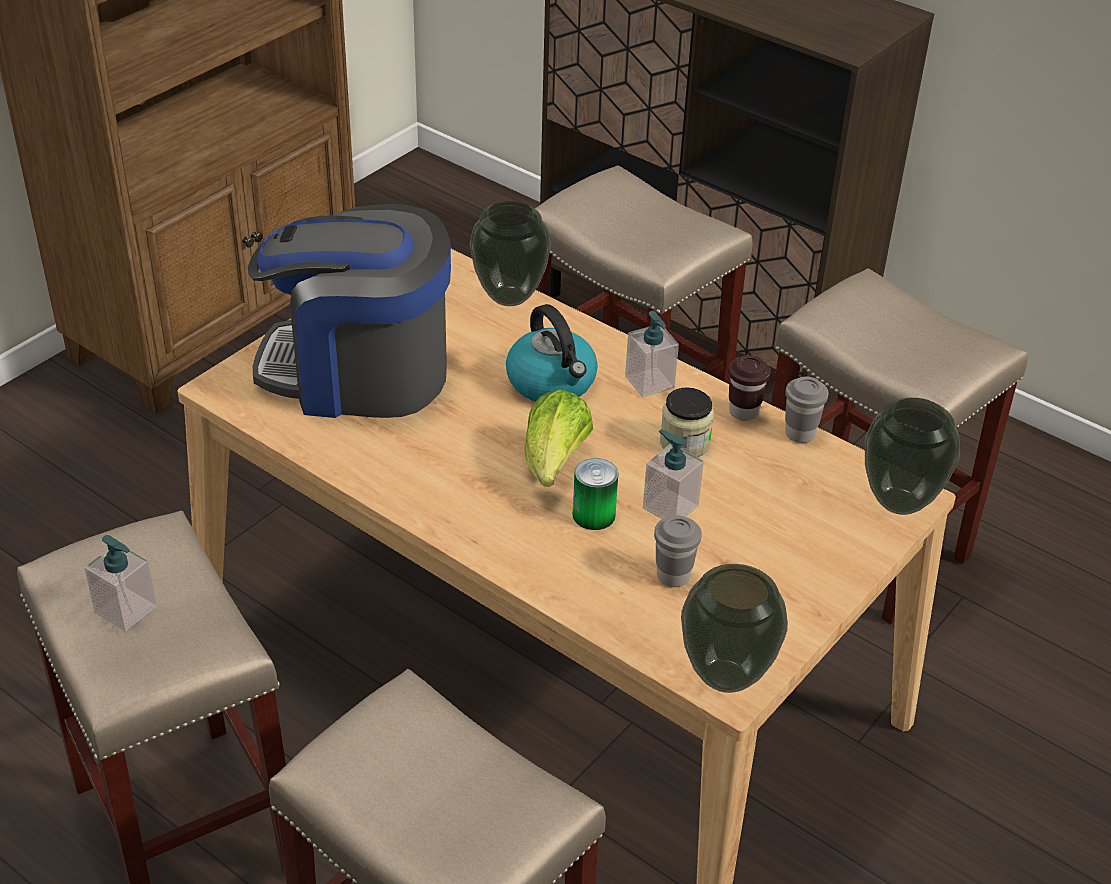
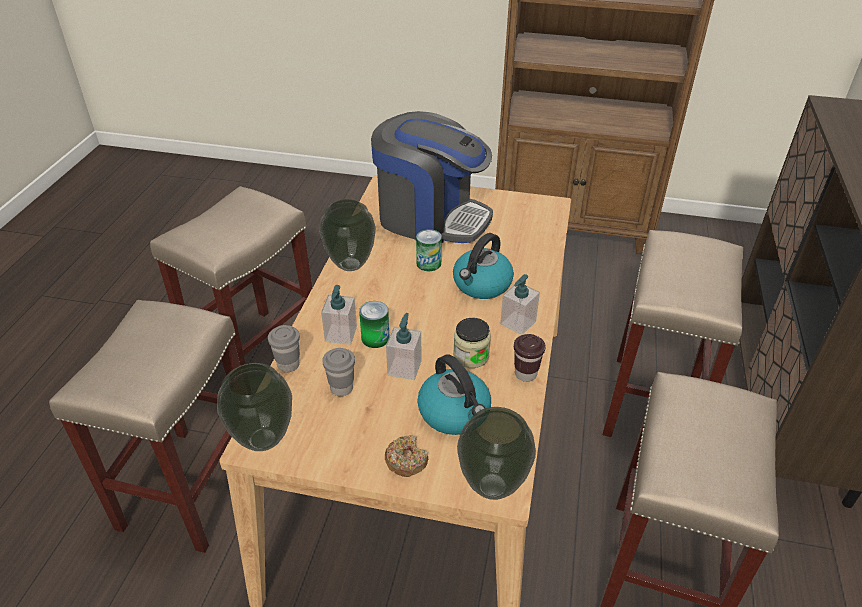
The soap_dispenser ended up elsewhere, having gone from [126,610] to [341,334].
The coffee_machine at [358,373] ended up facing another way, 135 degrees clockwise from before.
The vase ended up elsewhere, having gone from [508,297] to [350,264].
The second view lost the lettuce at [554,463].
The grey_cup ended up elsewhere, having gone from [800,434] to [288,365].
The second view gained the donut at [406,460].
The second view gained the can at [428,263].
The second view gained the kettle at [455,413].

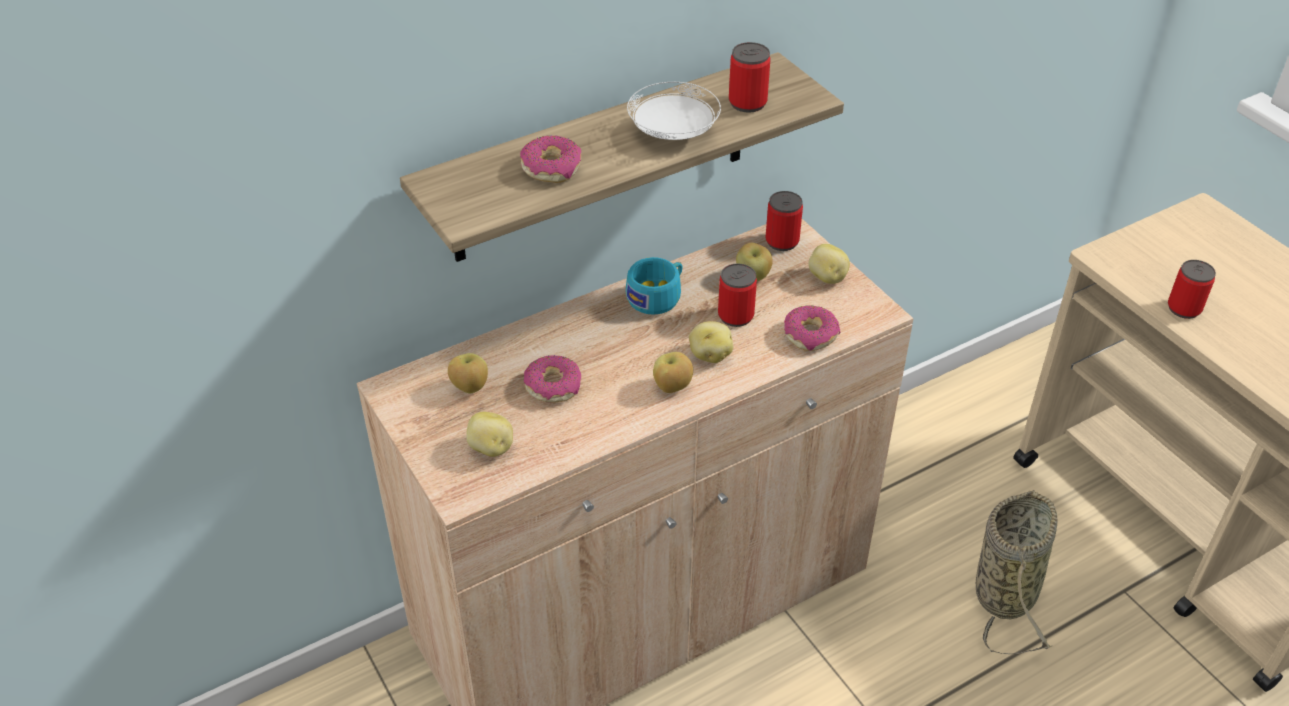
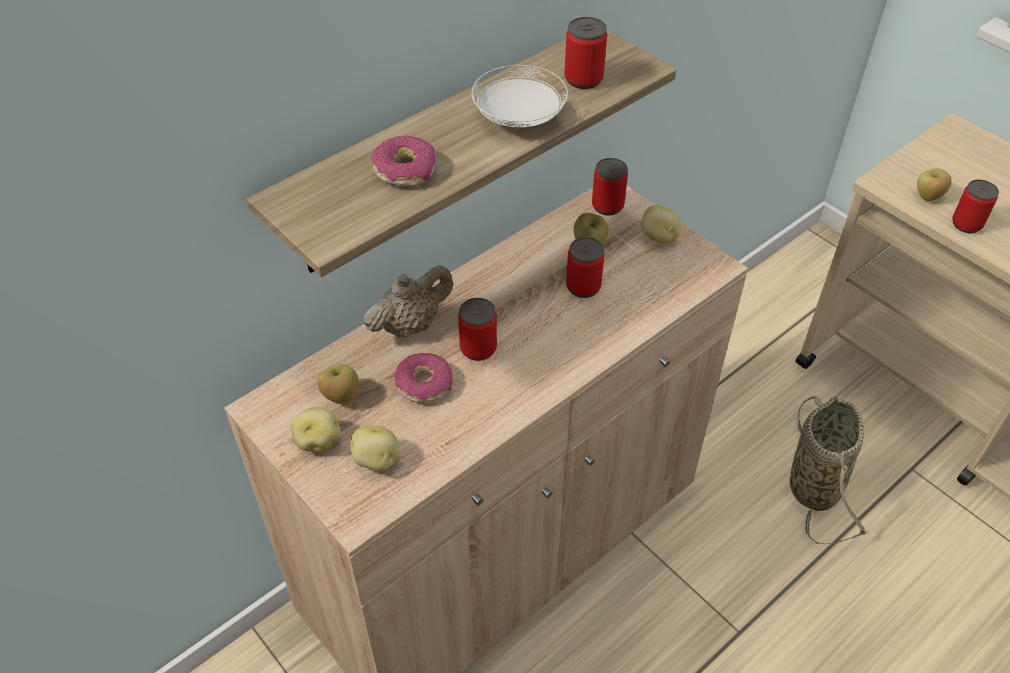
The second view lost the turquoise_cup at [658,296].
The apple ended up elsewhere, having gone from [672,387] to [928,197].
The potato ended up elsewhere, having gone from [710,354] to [318,440].
The second view lost the donut at [810,335].
The second view gained the beige_teapot at [410,325].
The second view gained the can at [478,348].

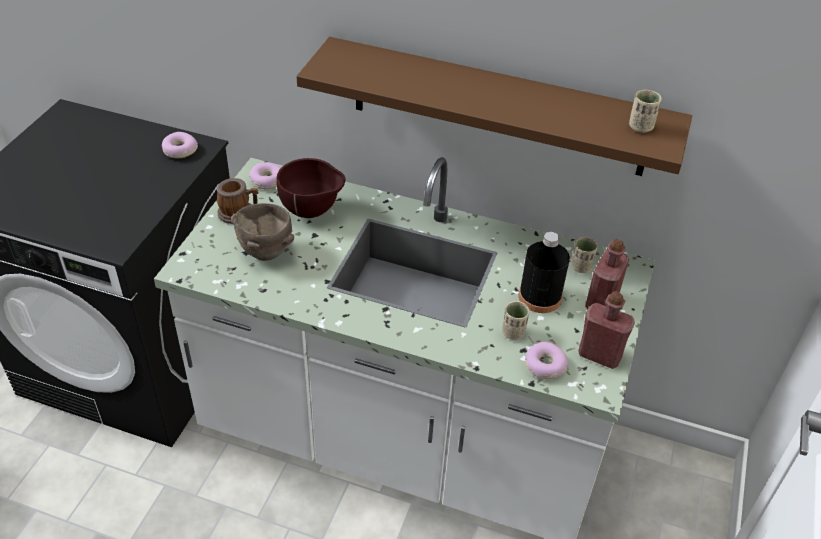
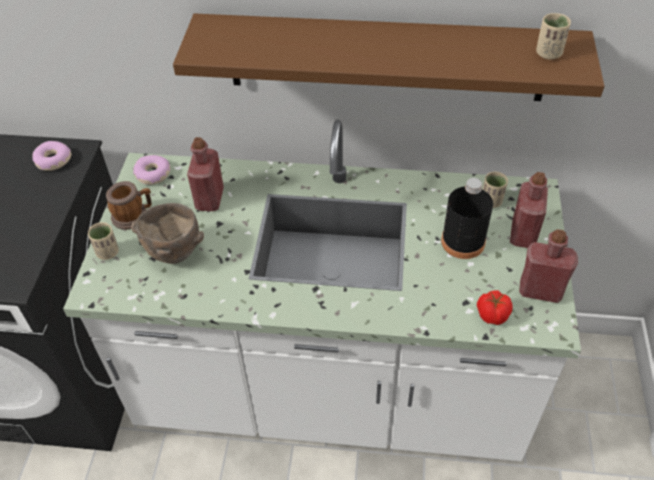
Where the brown_bowl stood at [312,212], the red_bottle came to stand at [210,199].
The beige_cup ended up elsewhere, having gone from [513,333] to [108,252].
Where the donut stood at [544,366], the tomato came to stand at [491,314].

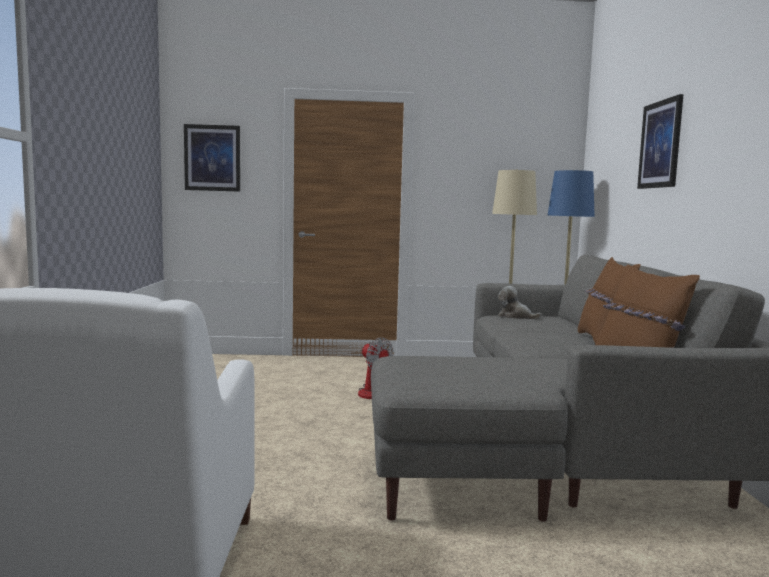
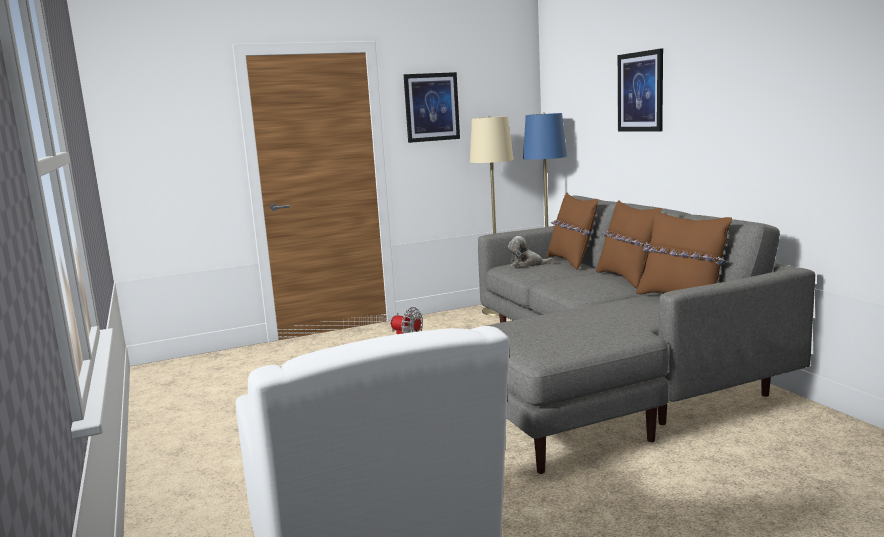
The picture ended up elsewhere, having gone from [212,158] to [431,107].
The second view gained the brown_pillow at [572,262].

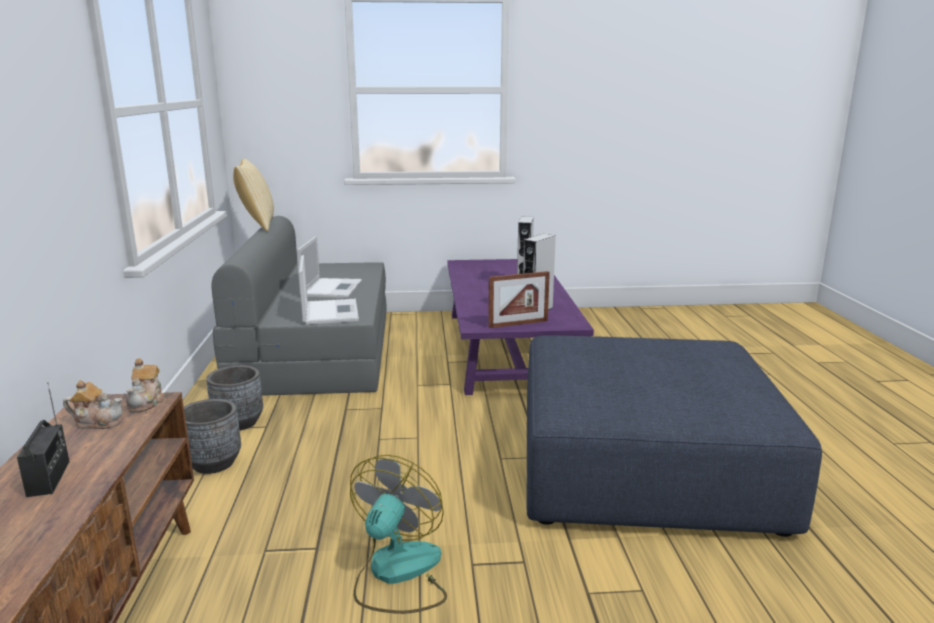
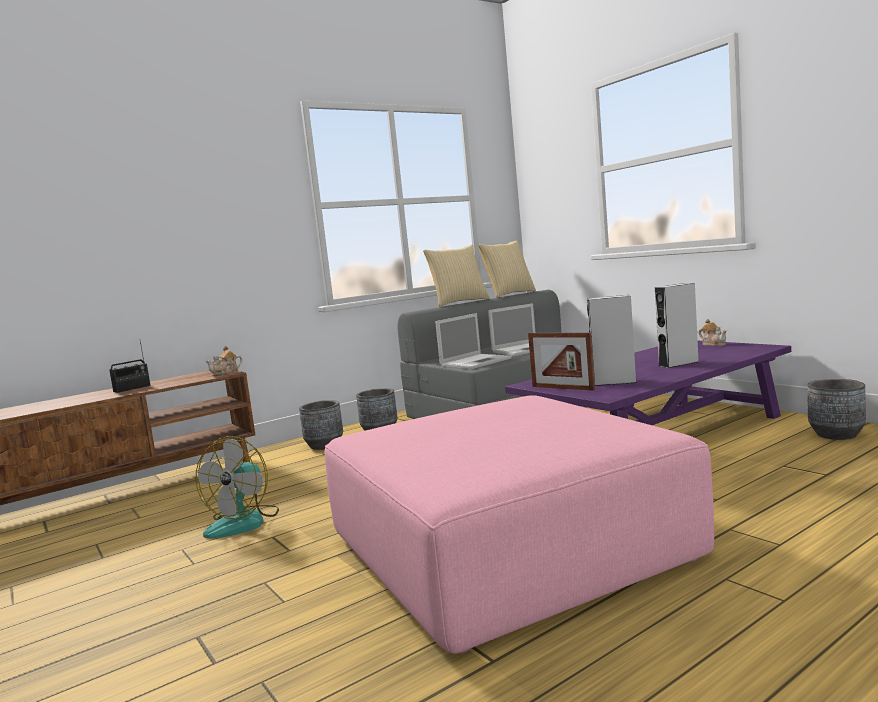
The teapot ended up elsewhere, having gone from [98,422] to [714,344].
The fan at [397,574] ended up facing another way, 120 degrees clockwise from before.
What was the blue_ottoman at [643,466] turned into the pink_ottoman at [504,548].
The second view gained the pillow at [459,302].
The second view gained the grey_planter at [836,434].

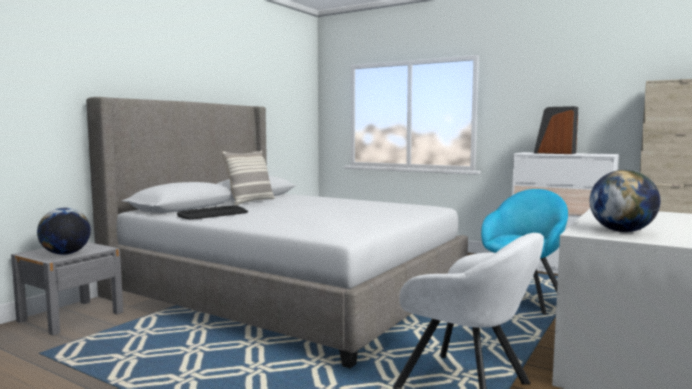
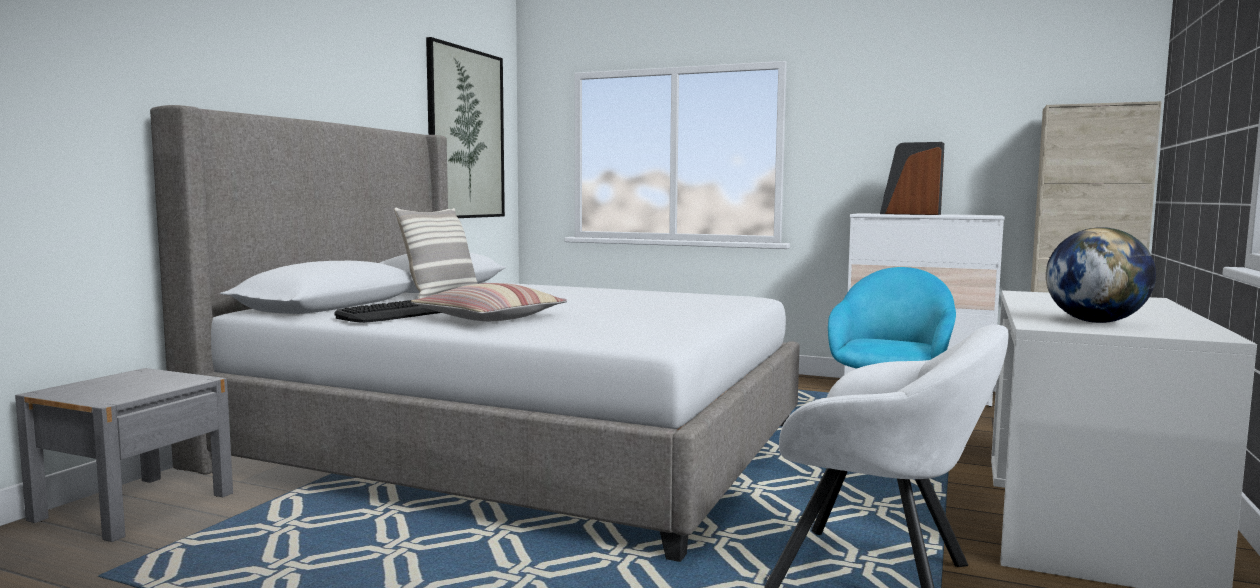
The second view lost the globe at [65,254].
The second view gained the pillow at [489,318].
The second view gained the picture at [466,134].

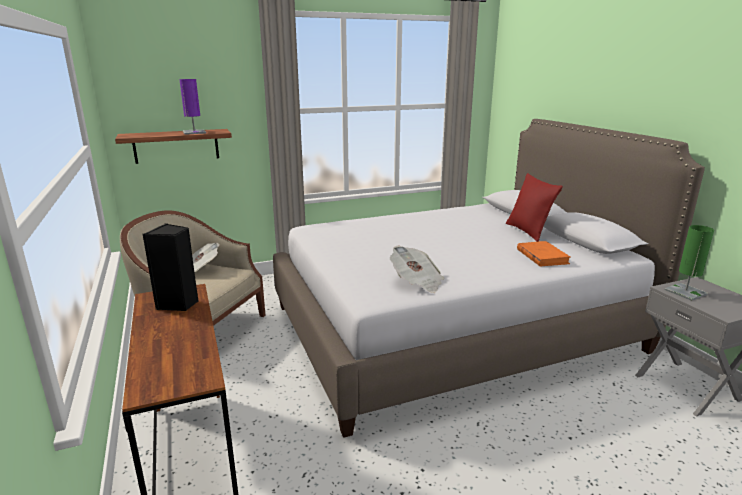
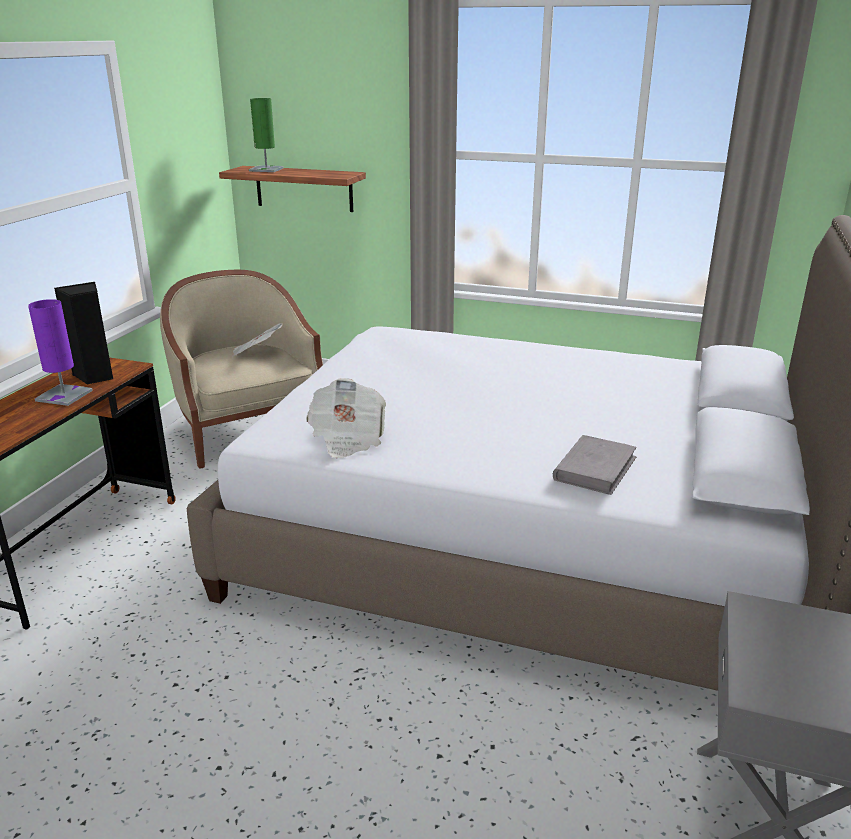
The purple_table_lamp ended up elsewhere, having gone from [194,132] to [64,396].
The second view lost the red_pillow at [528,232].
What was the orange_book at [542,256] turned into the grey_book at [595,468].
The green_table_lamp ended up elsewhere, having gone from [685,292] to [266,169].

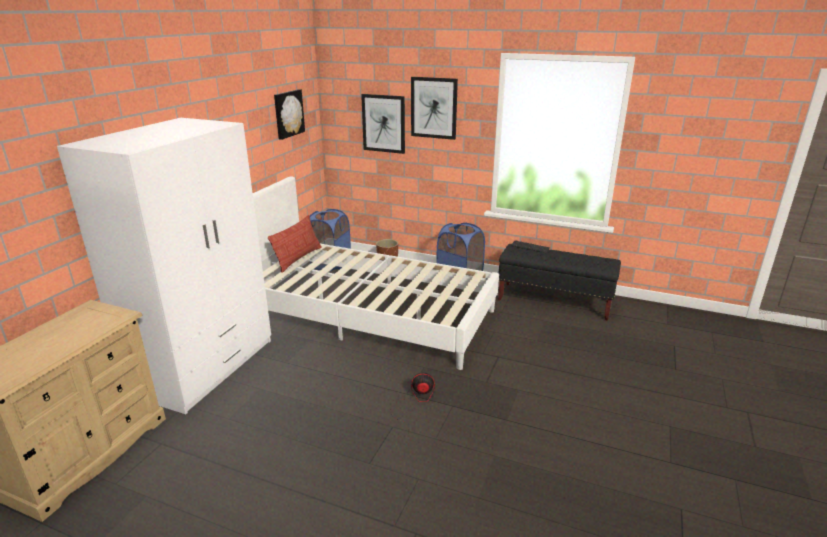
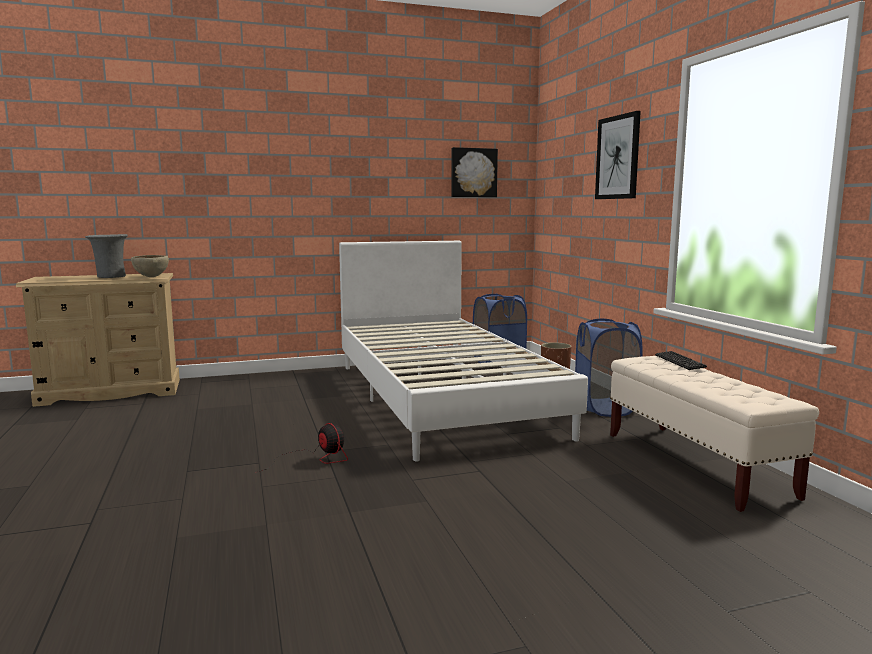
The second view lost the white_wardrobe at [205,366].
The second view lost the pillow at [298,258].
The second view lost the picture at [383,123].
What was the black_bench at [554,301] turned into the beige_bench at [695,464].
The second view gained the grey_vase at [110,277].
The second view gained the brown_bowl at [151,277].

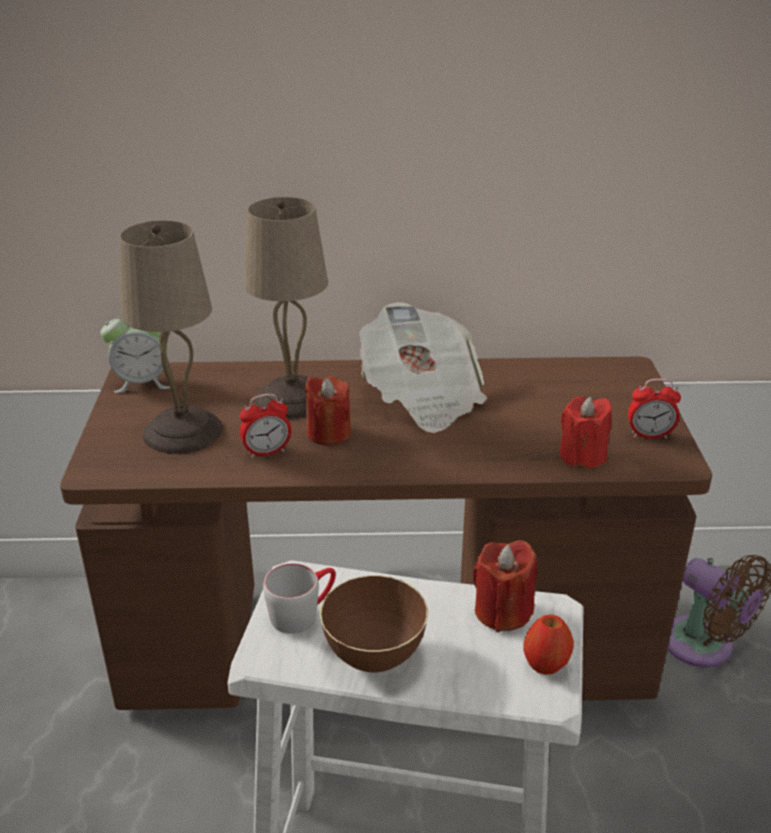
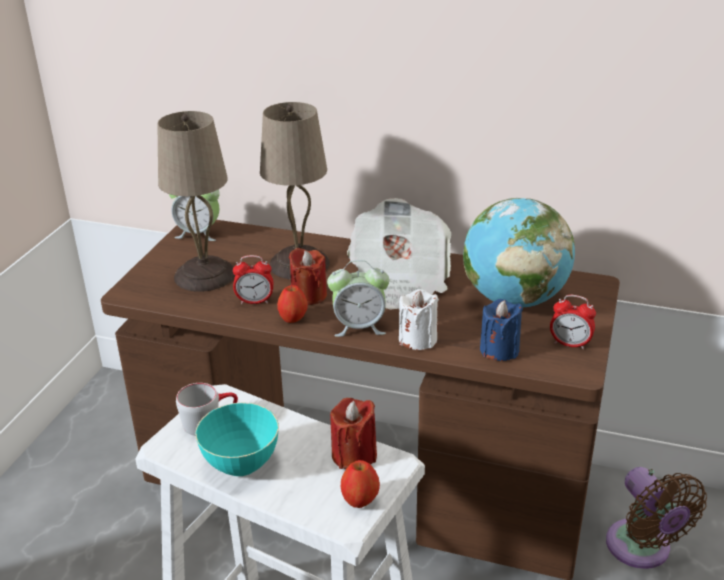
What was the brown_bowl at [374,654] turned into the turquoise_bowl at [241,463].
What was the red_candle at [582,456] turned into the blue_candle at [499,350].
The second view gained the apple at [293,319].
The second view gained the alarm_clock at [359,327].
The second view gained the white_candle at [417,339].
The second view gained the globe at [514,299].

